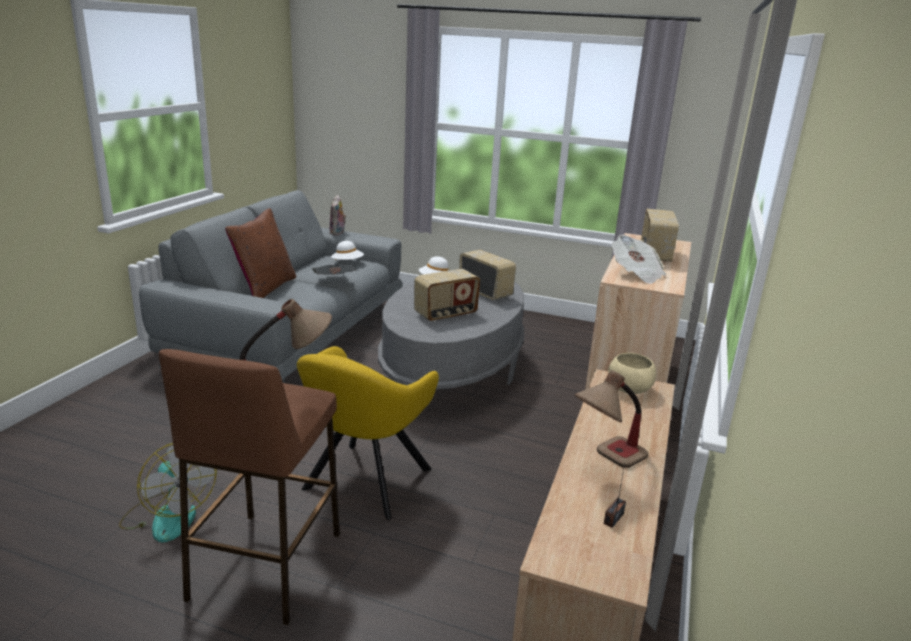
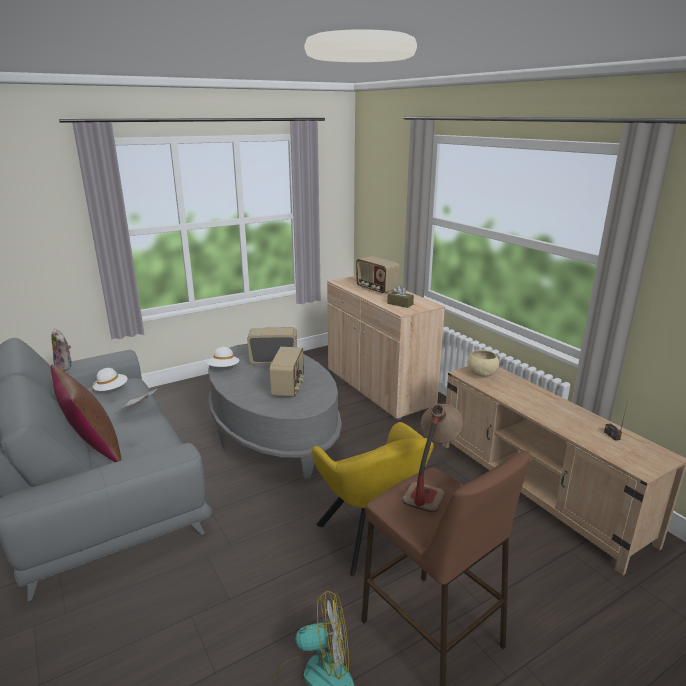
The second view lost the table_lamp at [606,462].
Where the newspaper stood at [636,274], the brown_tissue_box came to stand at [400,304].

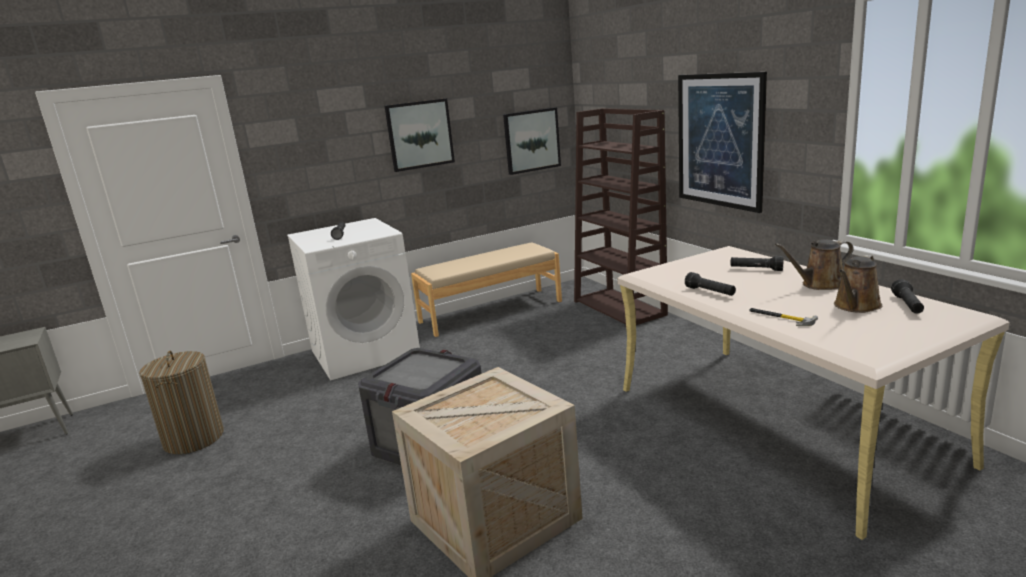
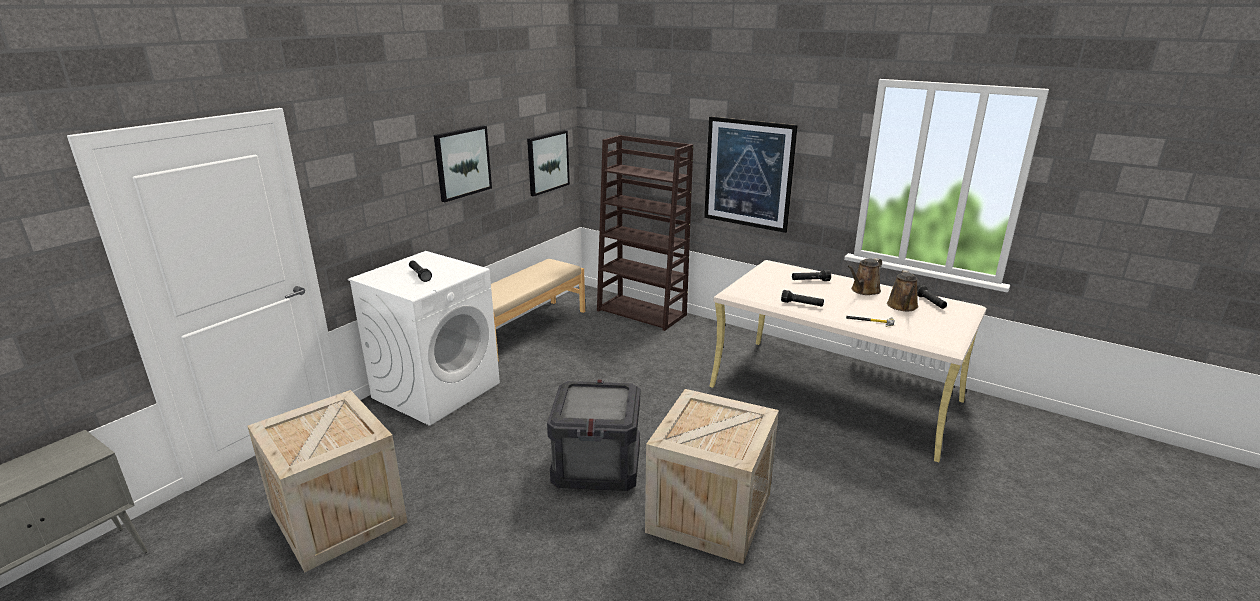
Where the laundry_basket stood at [194,438], the crate came to stand at [336,516].

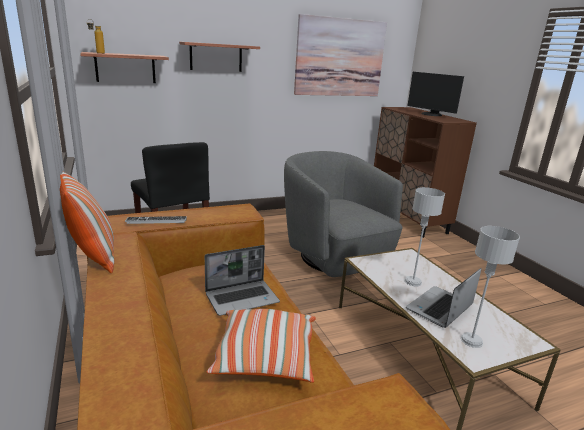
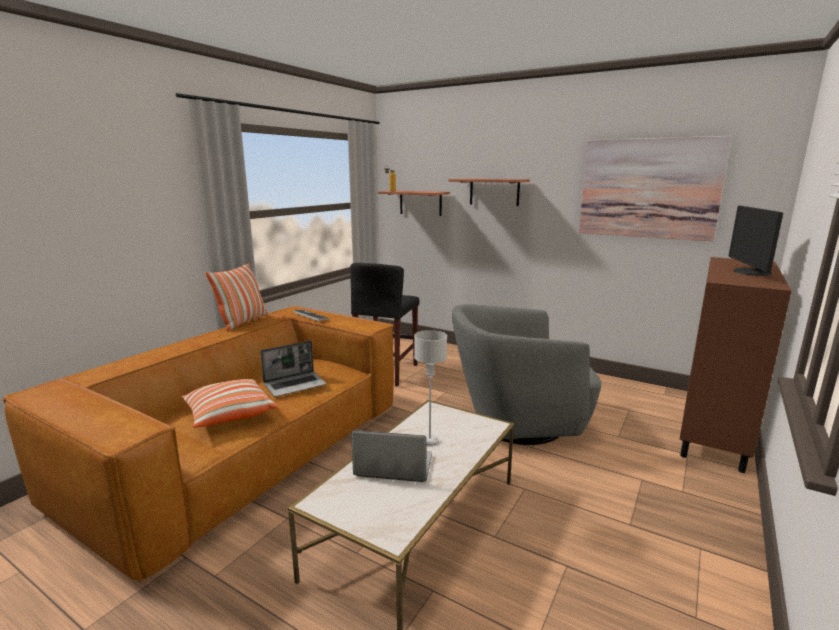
The laptop at [242,298] ended up facing another way, 60 degrees counterclockwise from before.
The grey_armchair at [335,256] ended up facing another way, 120 degrees counterclockwise from before.
The second view lost the grey_table_lamp at [472,341].

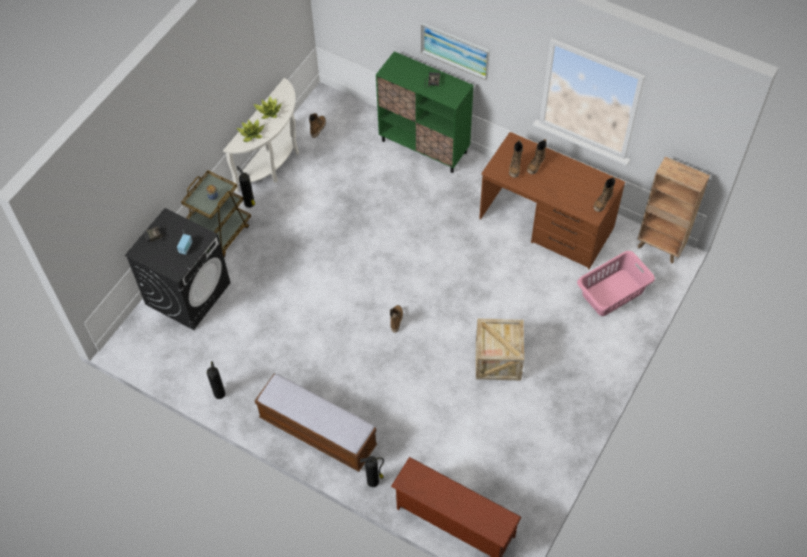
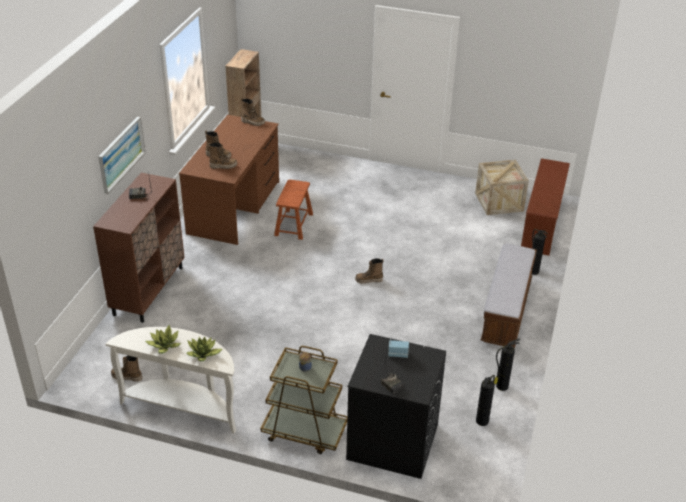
The fire_extinguisher ended up elsewhere, having gone from [250,204] to [482,420].
What was the green_cabinet at [424,146] turned into the brown_cabinet at [148,290].
The crate ended up elsewhere, having gone from [498,359] to [499,202].
The second view lost the pink_laundry_basket at [613,293].
The second view gained the brown_stool at [294,224].

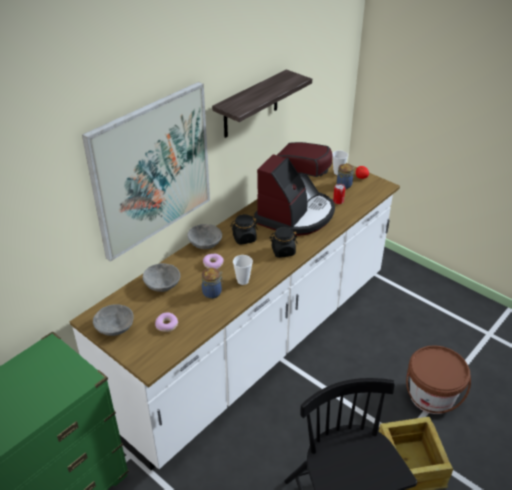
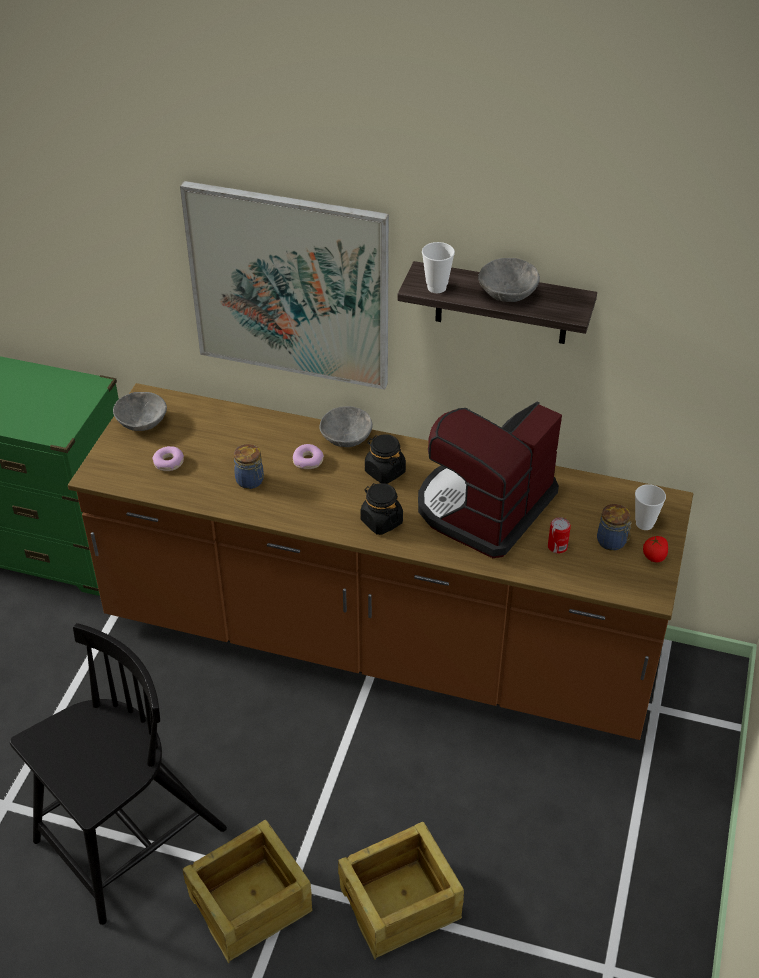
What was the white_counter at [255,344] turned into the brown_counter at [379,640].
The grey_bowl ended up elsewhere, having gone from [162,285] to [508,293].
The cup ended up elsewhere, having gone from [243,281] to [436,287].
The coffee_machine at [296,214] ended up facing another way, 120 degrees clockwise from before.
Where the brown_bucket stood at [431,396], the crate came to stand at [401,904].

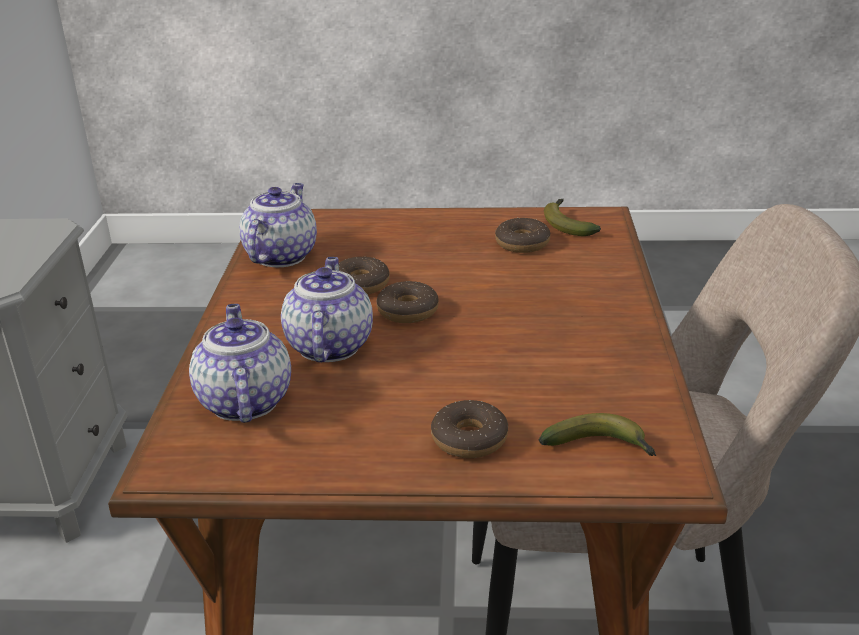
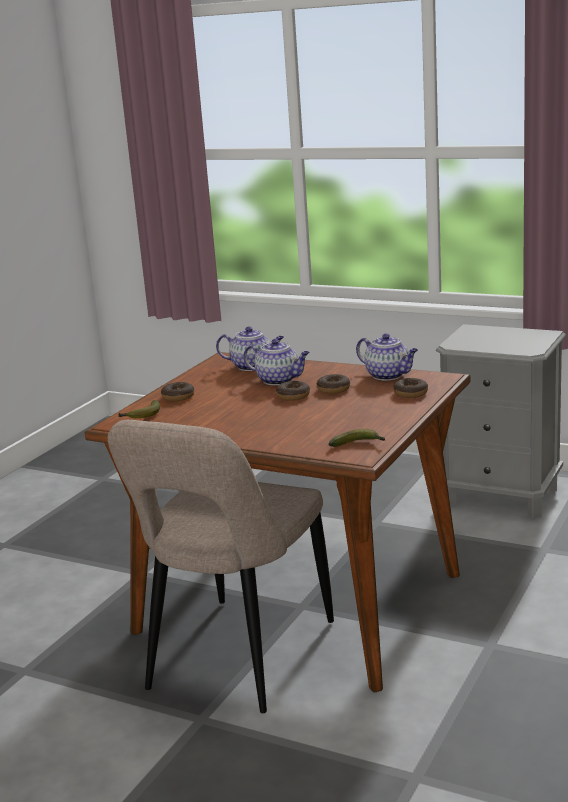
The donut ended up elsewhere, having gone from [522,243] to [410,393].

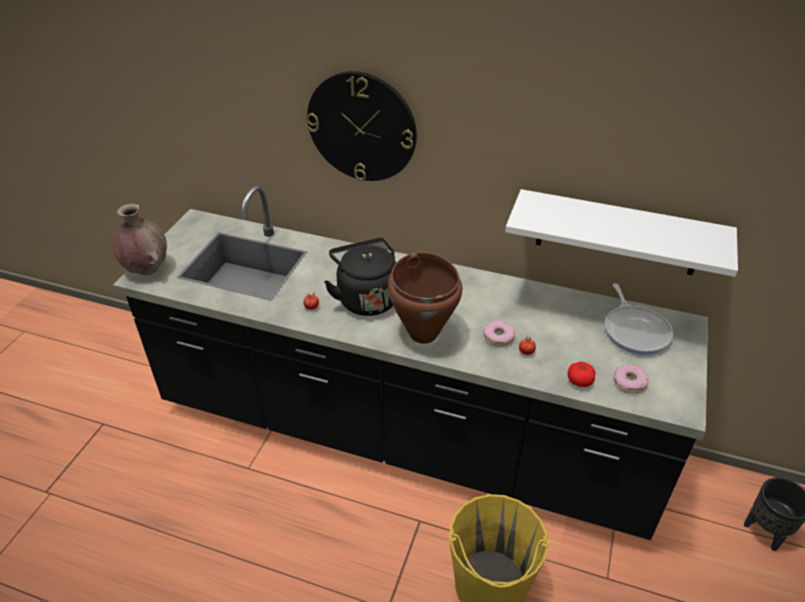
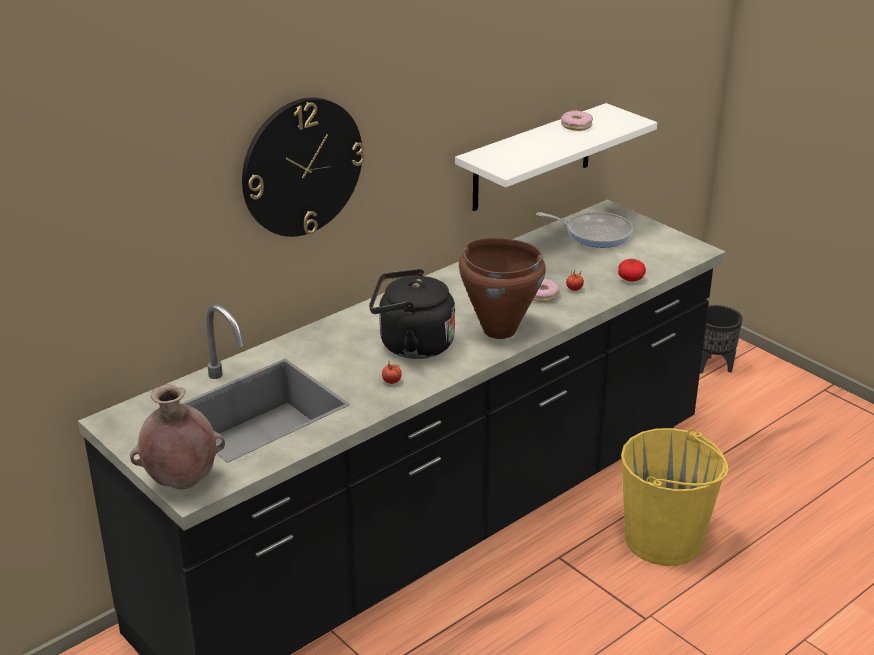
The donut ended up elsewhere, having gone from [629,382] to [576,126].

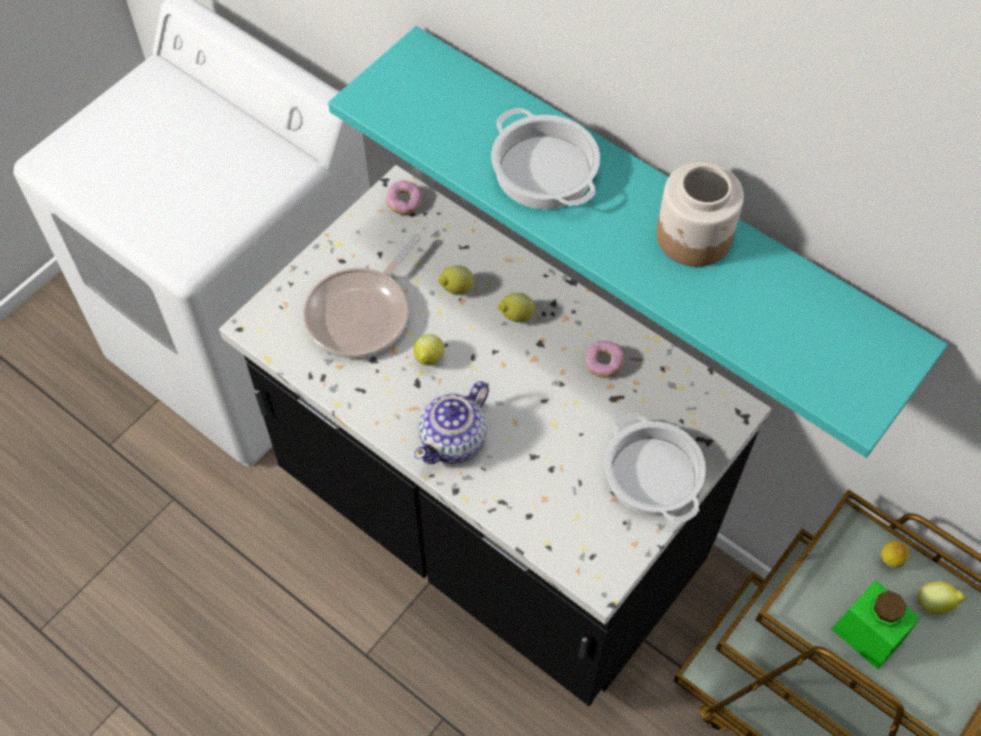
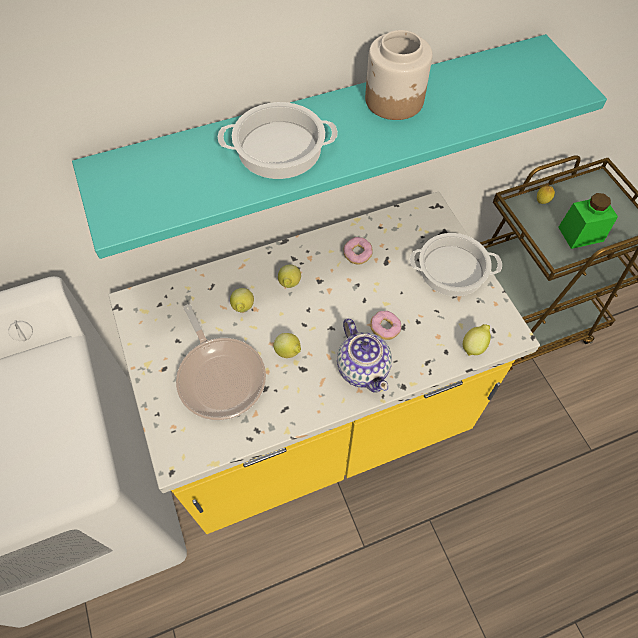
What was the black_counter at [489,523] turned into the yellow_counter at [319,425].
The donut ended up elsewhere, having gone from [404,203] to [385,328].
The lemon ended up elsewhere, having gone from [935,604] to [474,346].

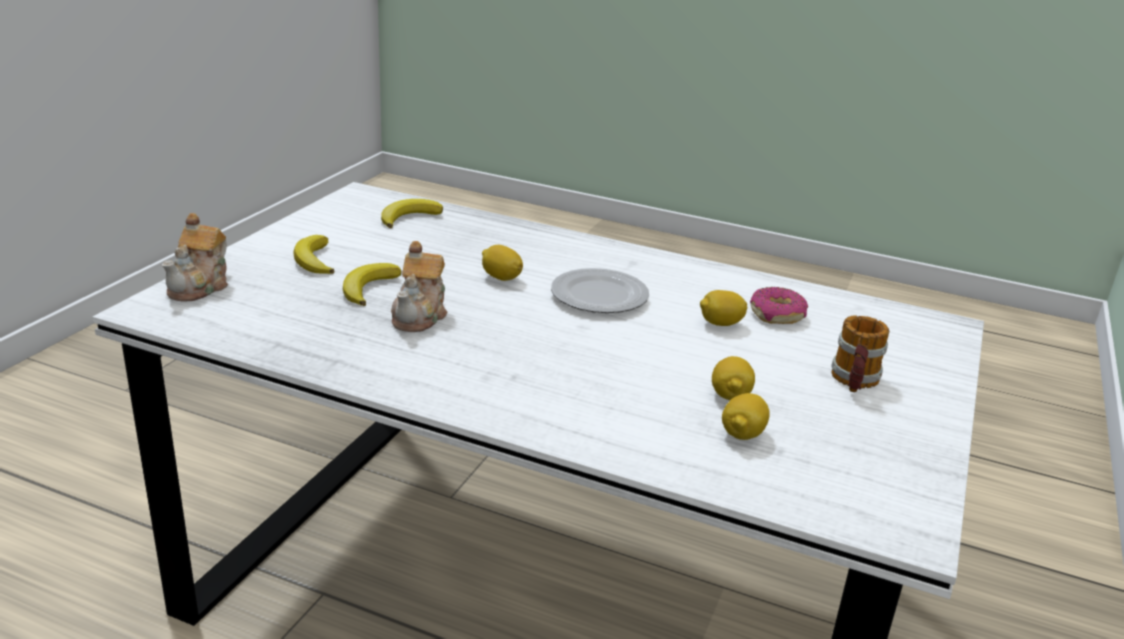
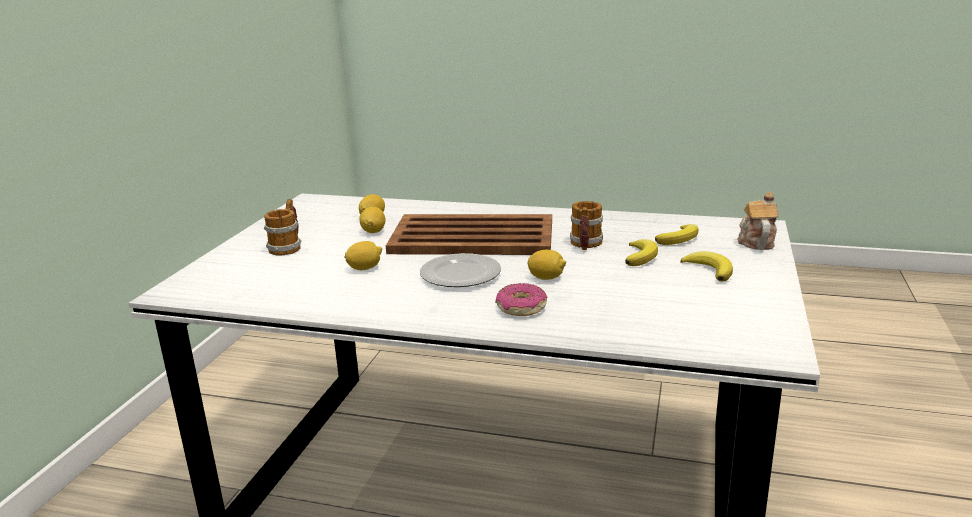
The banana ended up elsewhere, having gone from [408,217] to [679,238].
Where the teapot stood at [420,315], the mug came to stand at [585,245].
The donut ended up elsewhere, having gone from [777,315] to [521,308].
The second view gained the brown_tray at [474,237].

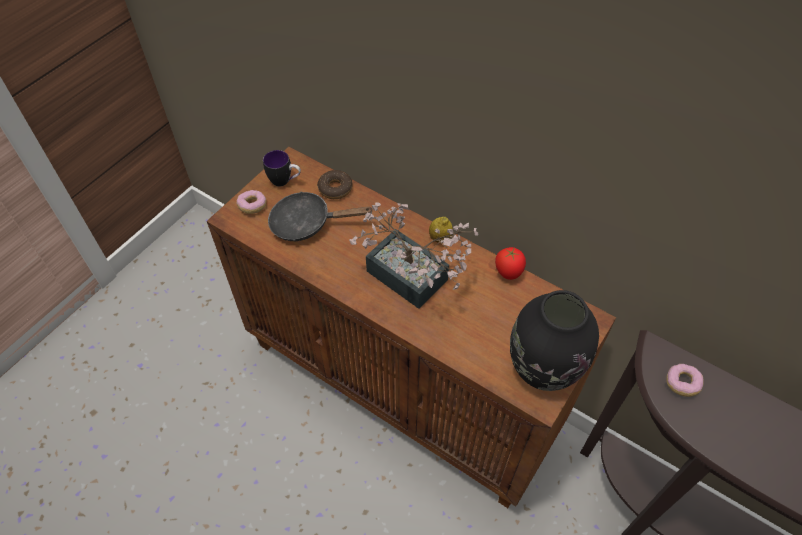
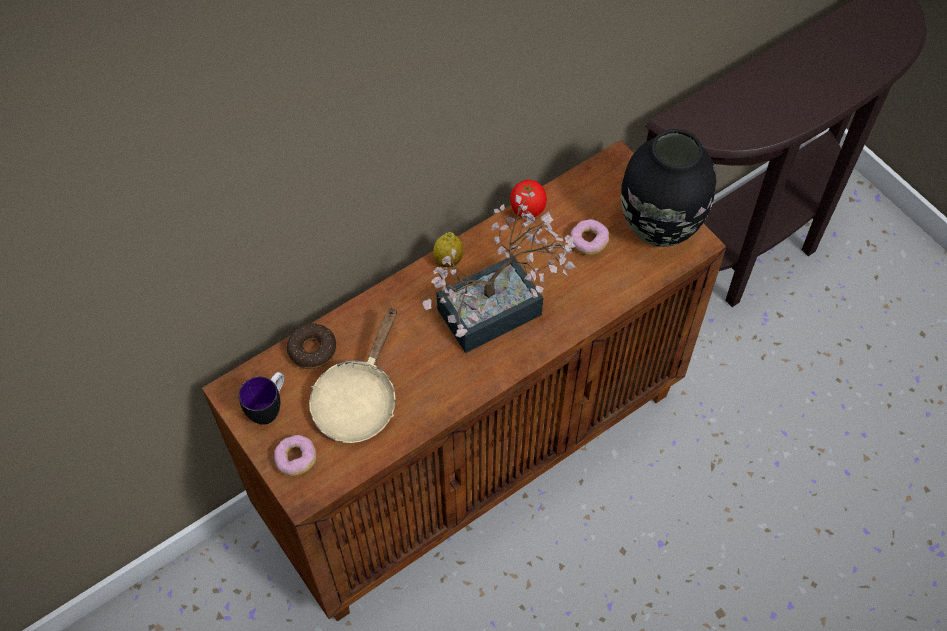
What was the black_frying_pan at [307,223] turned into the beige_frying_pan at [358,399].
The donut ended up elsewhere, having gone from [682,383] to [588,242].

